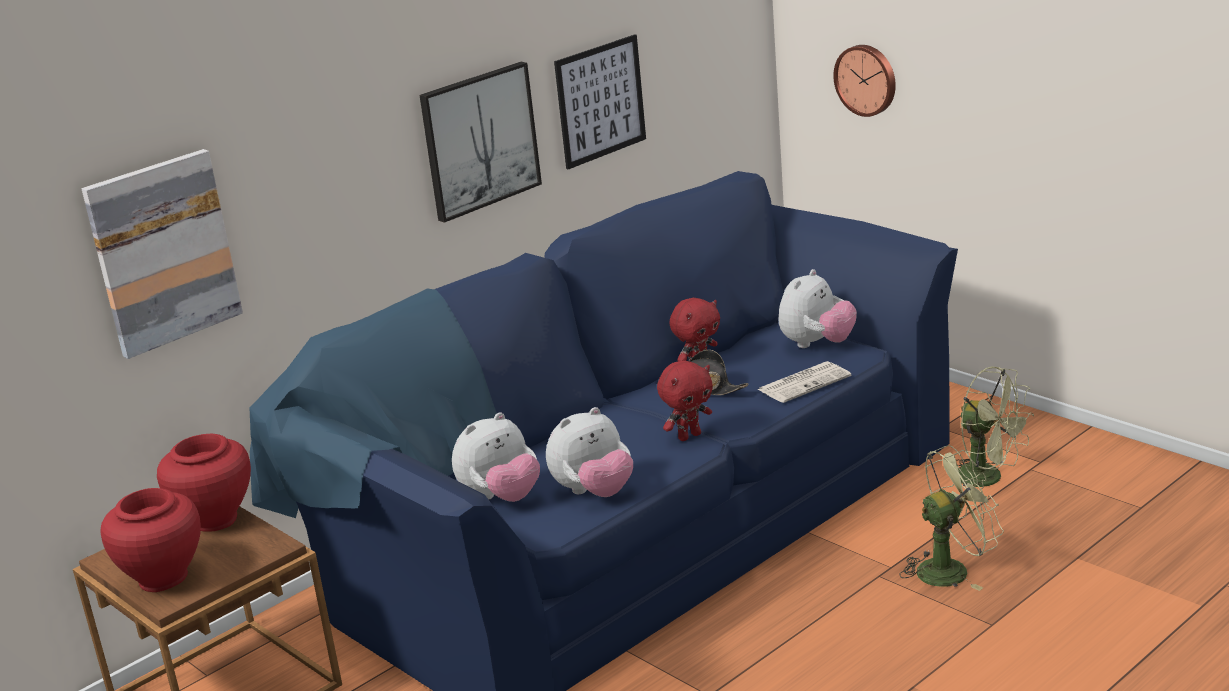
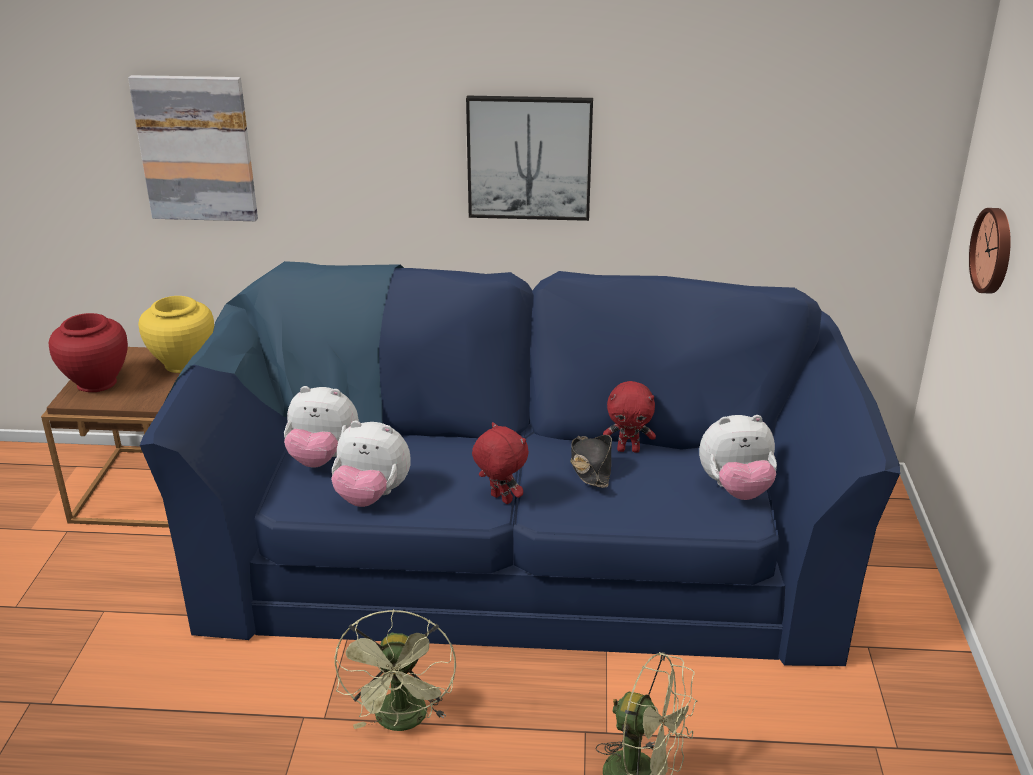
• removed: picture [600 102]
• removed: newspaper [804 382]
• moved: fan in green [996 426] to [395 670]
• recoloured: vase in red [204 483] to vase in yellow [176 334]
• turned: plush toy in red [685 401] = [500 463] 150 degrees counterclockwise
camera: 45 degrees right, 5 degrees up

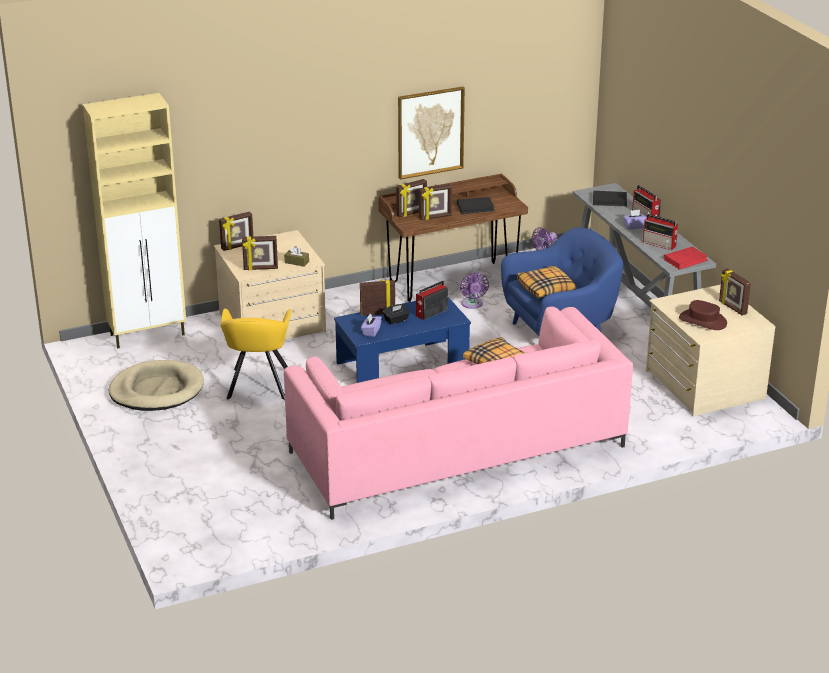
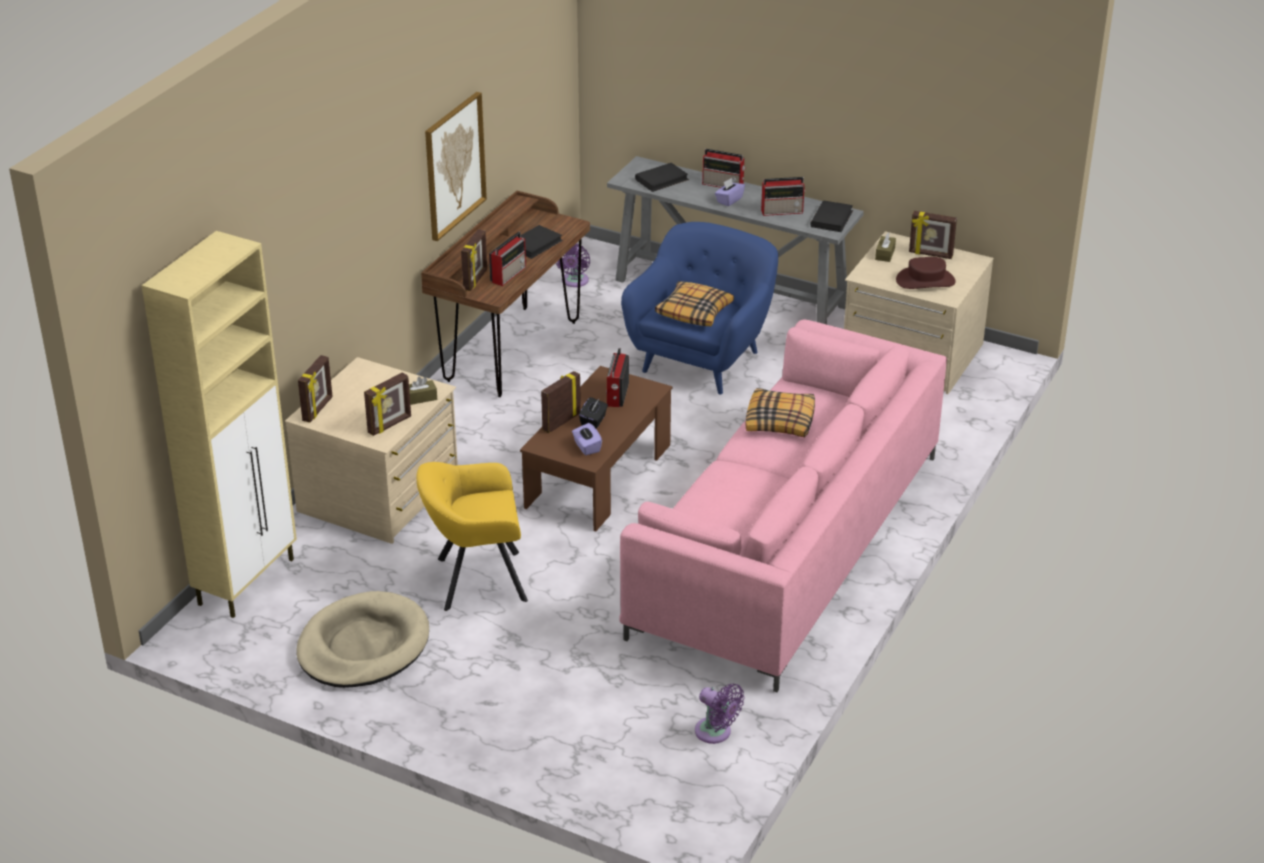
• added: tissue box in brown [885 247]
• moved: fan in purple [474 291] to [719 714]
• replaced: picture frame [435 202] to radio [507 259]
• recoloured: coffee table in blue [402 340] to coffee table in brown [596 449]
• recoloured: book in red [685 258] to book in black [831 216]
• turned: armchair in yellow [255 354] = [472 536] 120 degrees clockwise
camera: 40 degrees left, 5 degrees up

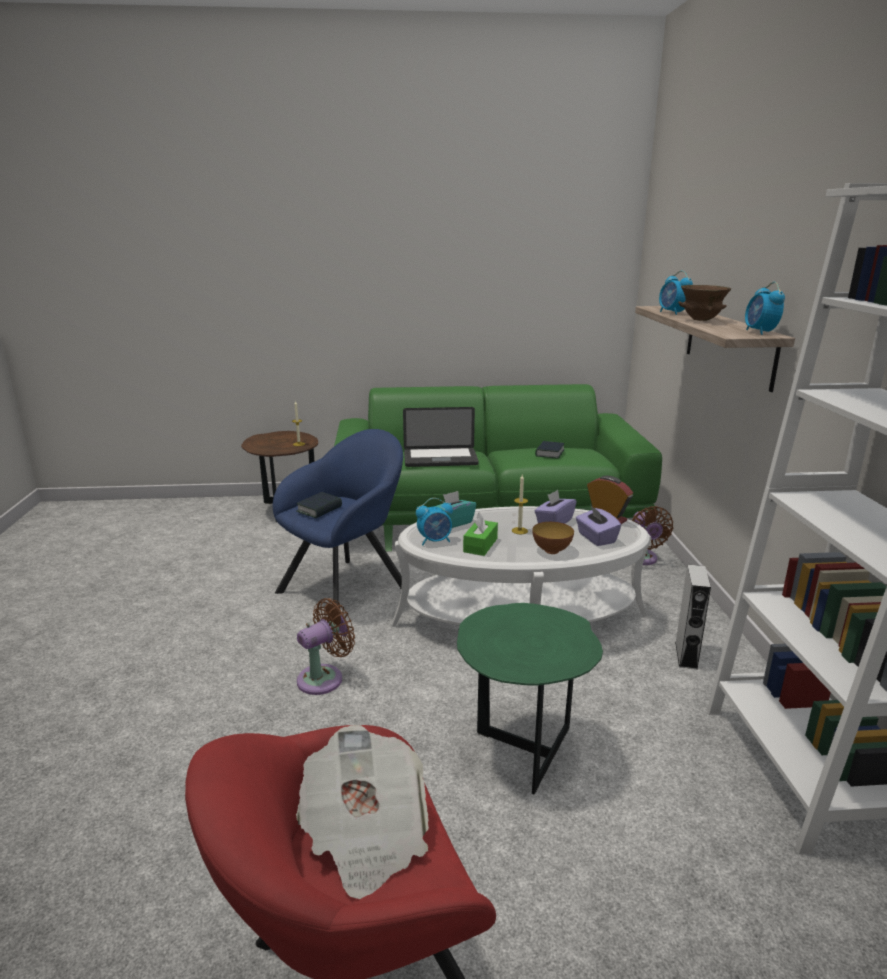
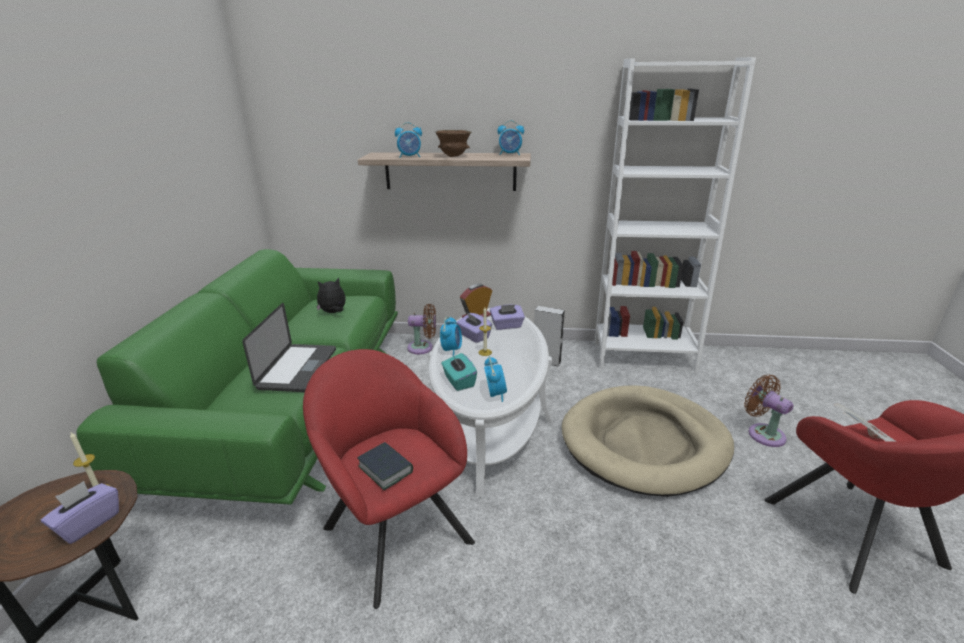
• removed: tissue box in green [480 534]
• removed: bowl [553 538]
• added: tissue box in purple [80 512]
• added: alarm clock [451 336]
• moved: fan in brown [326 646] to [769 410]
• replaced: side table in green [530 699] to dog bed in beige [648 441]
• replaced: book [550 450] to plush toy [331 295]
• recoloured: armchair in blue [338 520] to armchair in red [389 479]
camera: 80 degrees left, 5 degrees up

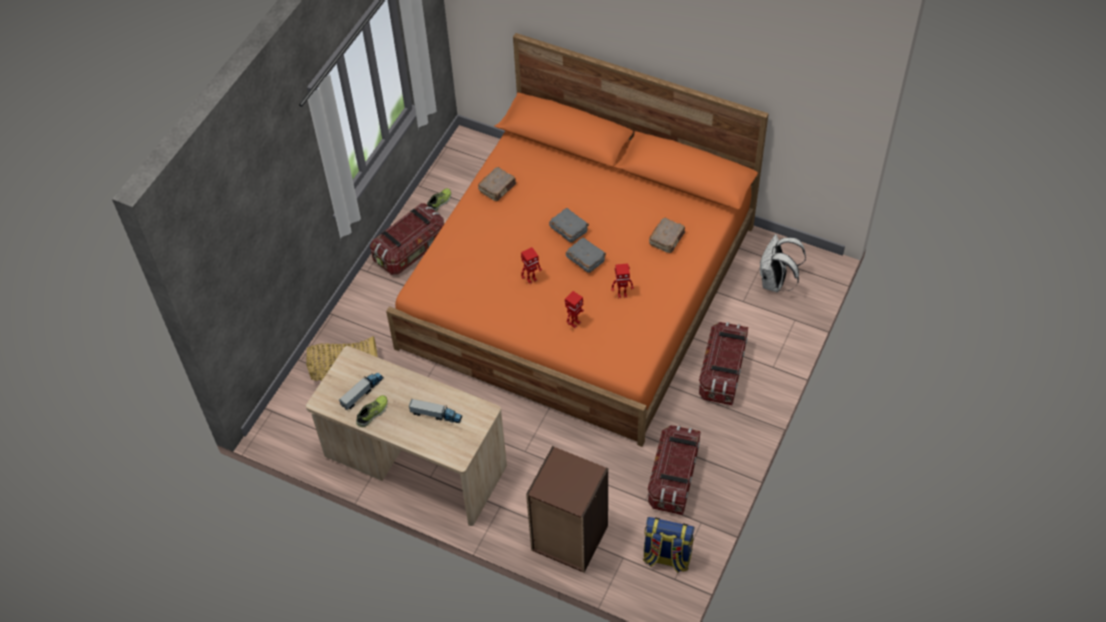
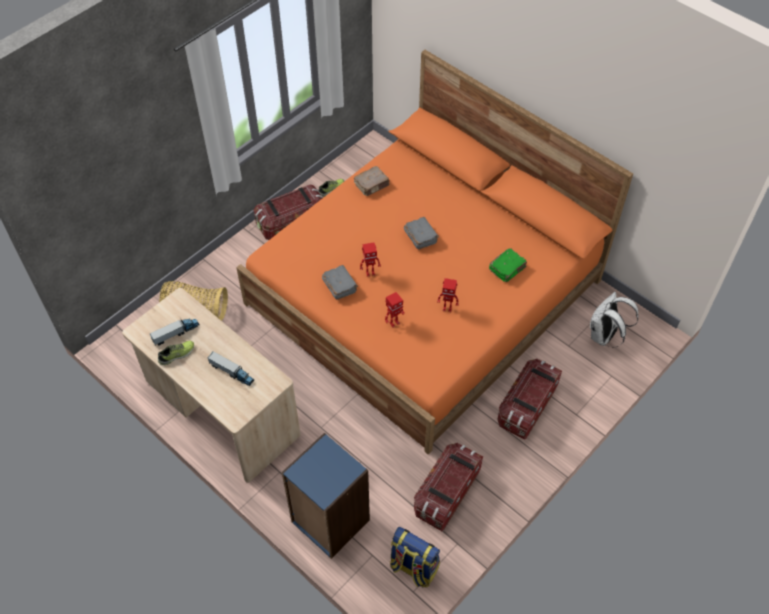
• moved: book in grey [586 255] to [340 282]
• recoloured: bookcase in brown [567 509] to bookcase in blue [326 496]
• recoloured: book in brown [667 235] to book in green [508 265]
camera: 15 degrees right, 0 degrees up

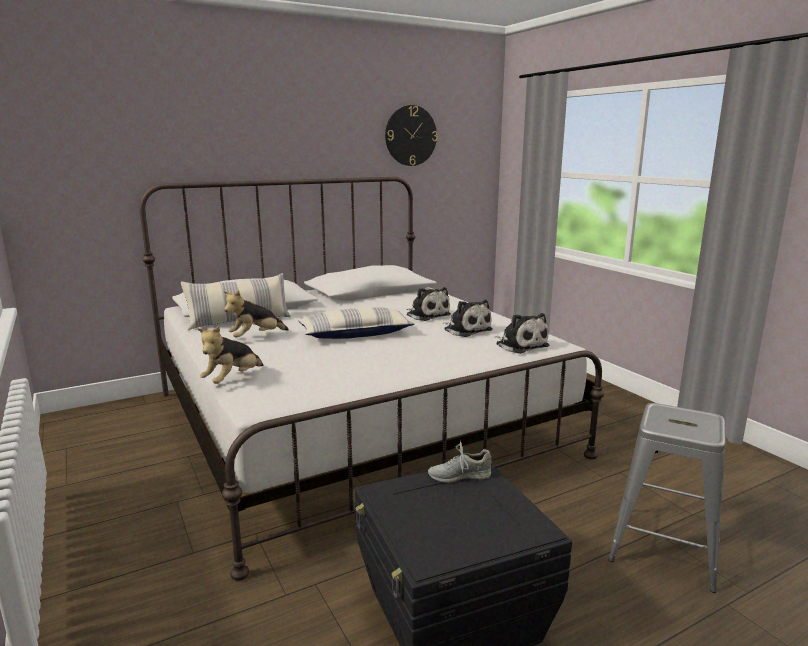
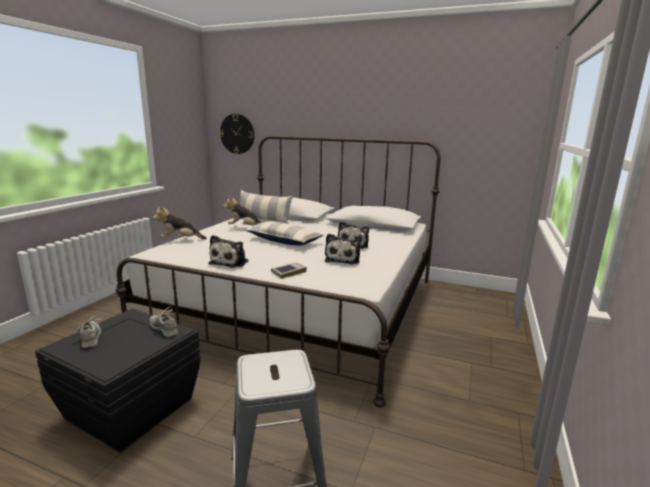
• added: shoe in grey [89 331]
• added: book [289 270]
• moved: wall clock [411 135] to [237 134]
• moved: plush toy [522 333] to [228 251]
camera: 50 degrees right, 0 degrees up

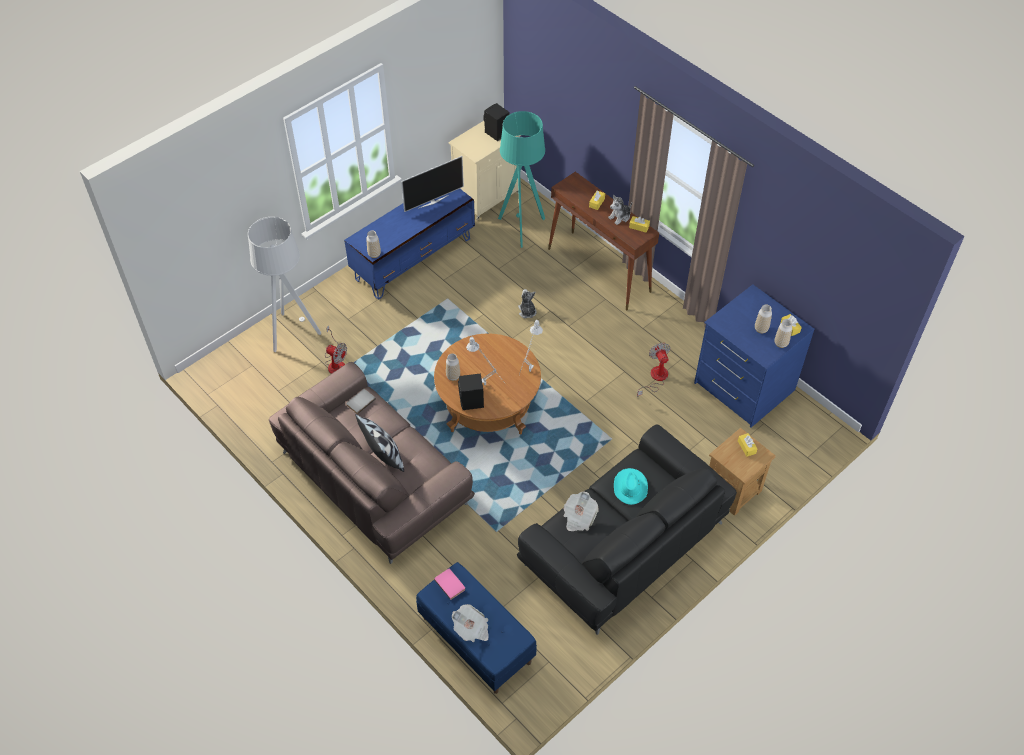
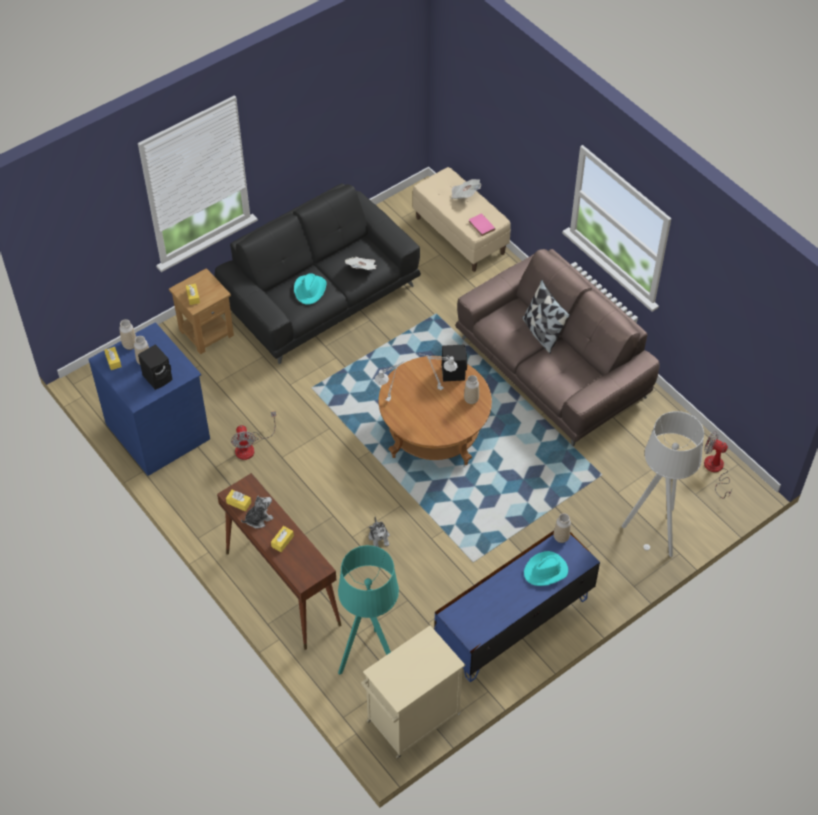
• removed: book in grey [361 402]
• removed: television [432 184]
• added: hat in turquoise [546 568]
• moved: fan [336 349] to [718 465]
• moved: speaker in black [496 122] to [155 367]
• recoloured: bench in blue [476 628] to bench in beige [461 219]
camera: 175 degrees left, 0 degrees up

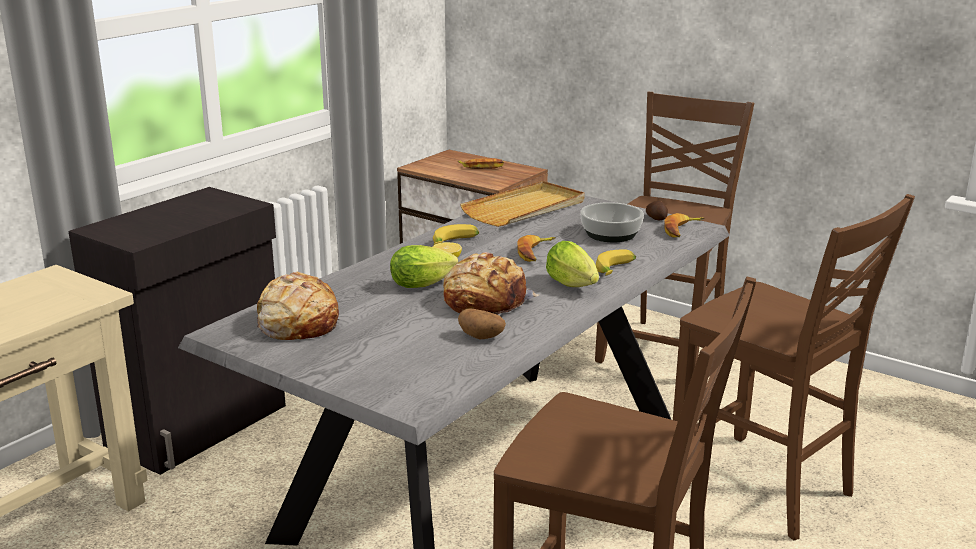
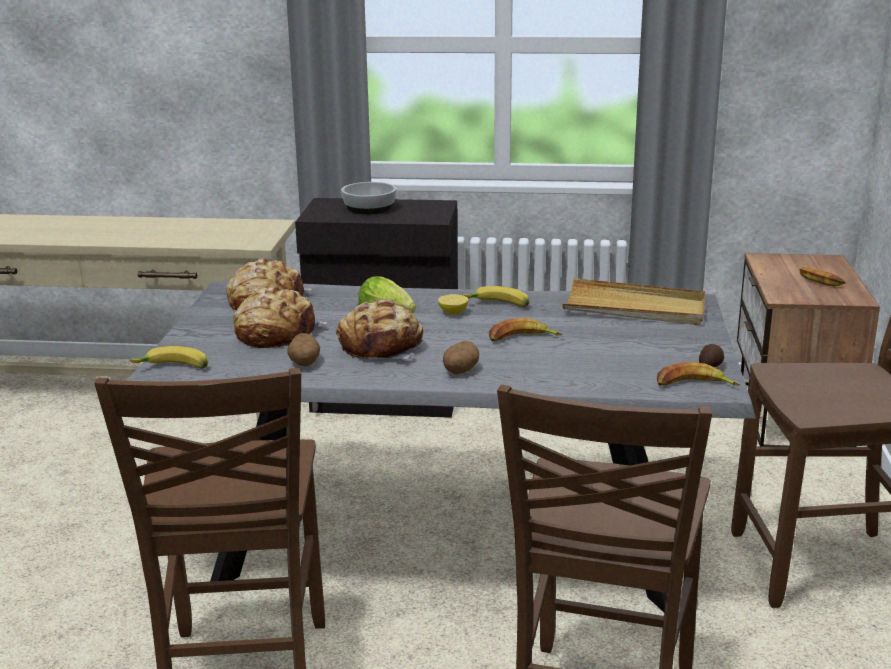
• added: bread [280 317]
• moved: bowl [612 222] to [368 198]
• moved: banana [616 262] to [169 357]
• replaced: lettuce [572 264] to potato [461 357]
camera: 60 degrees right, 0 degrees up

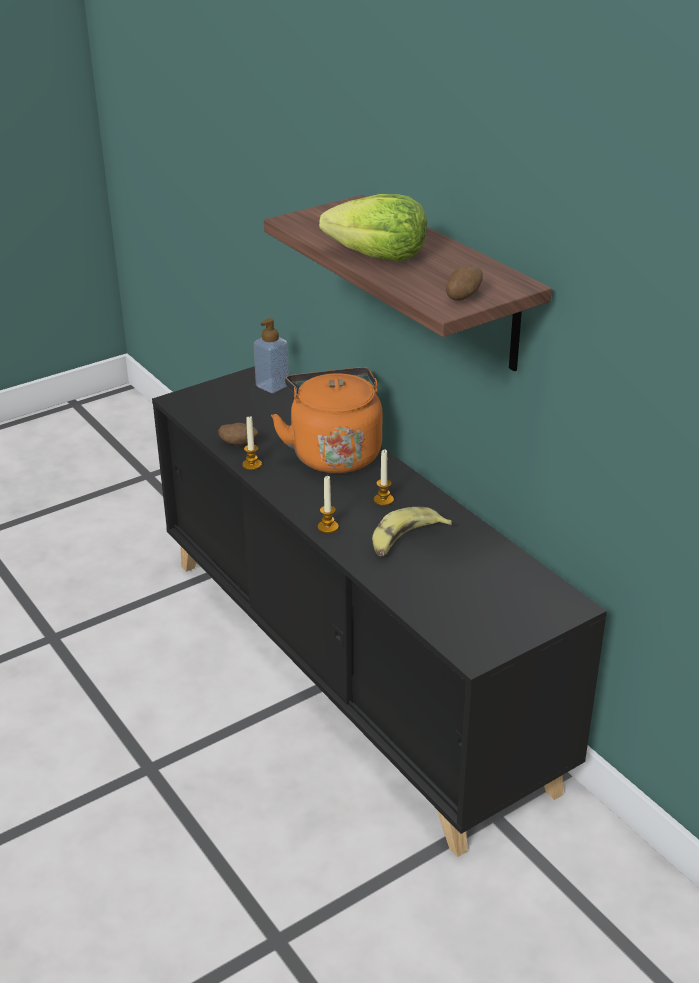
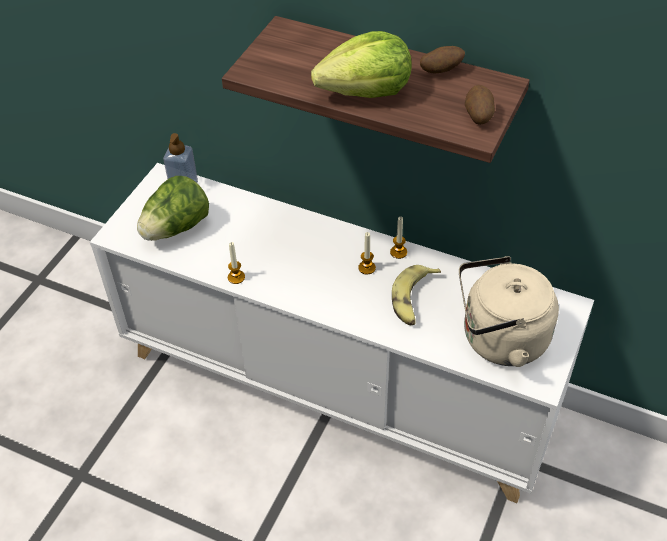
• removed: kettle in orange [326 420]
• added: lettuce [173 208]
• added: kettle in beige [509 311]
• moved: potato [238 434] to [442 59]
• moved: candle [328 504] to [398 237]
• recoloured: cabinet in black [379 611] to cabinet in white [342 333]
camera: 30 degrees left, 15 degrees up

